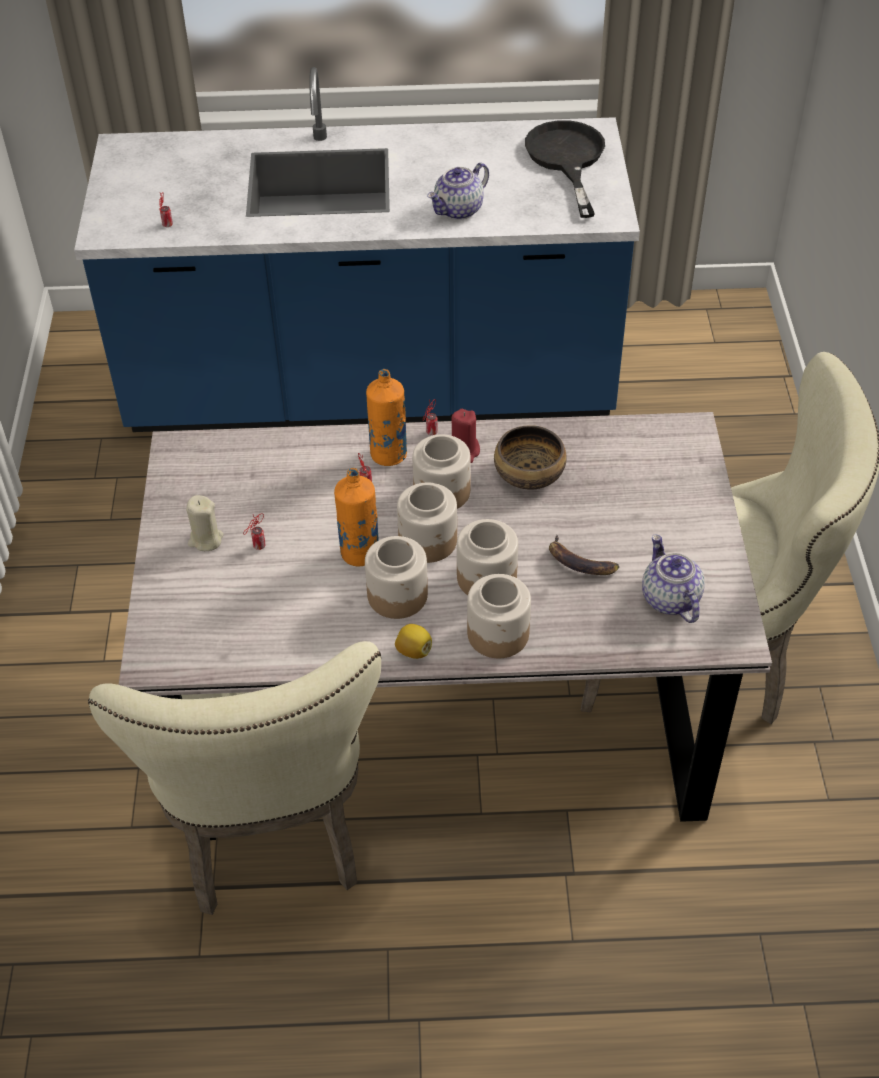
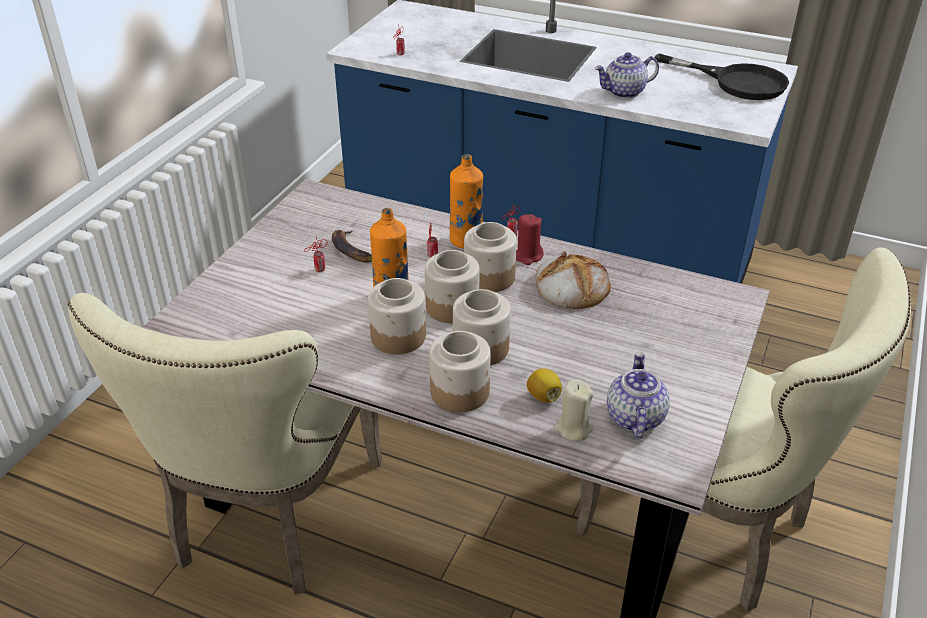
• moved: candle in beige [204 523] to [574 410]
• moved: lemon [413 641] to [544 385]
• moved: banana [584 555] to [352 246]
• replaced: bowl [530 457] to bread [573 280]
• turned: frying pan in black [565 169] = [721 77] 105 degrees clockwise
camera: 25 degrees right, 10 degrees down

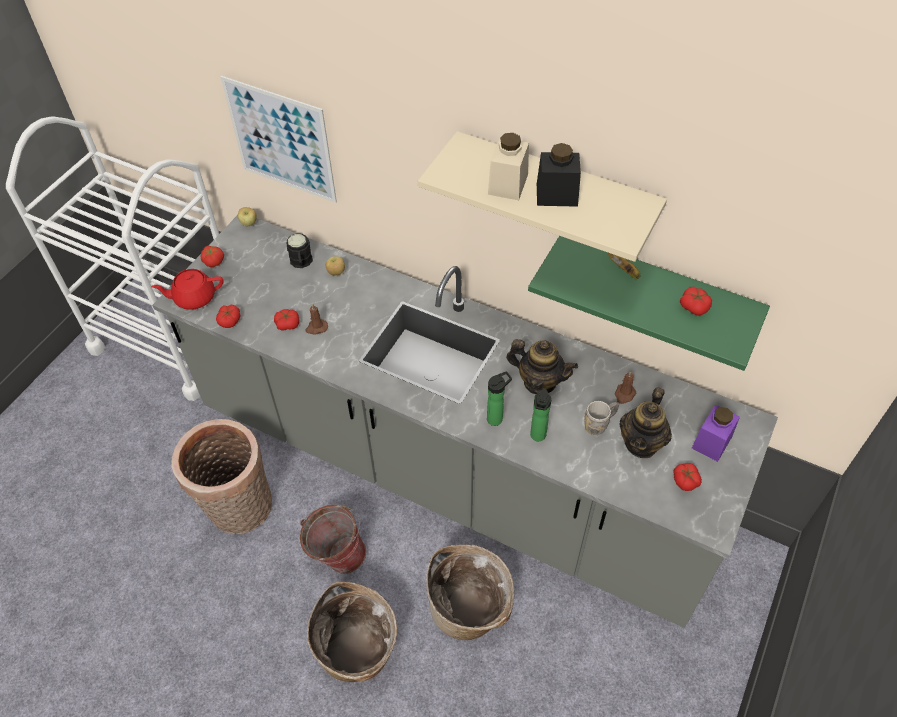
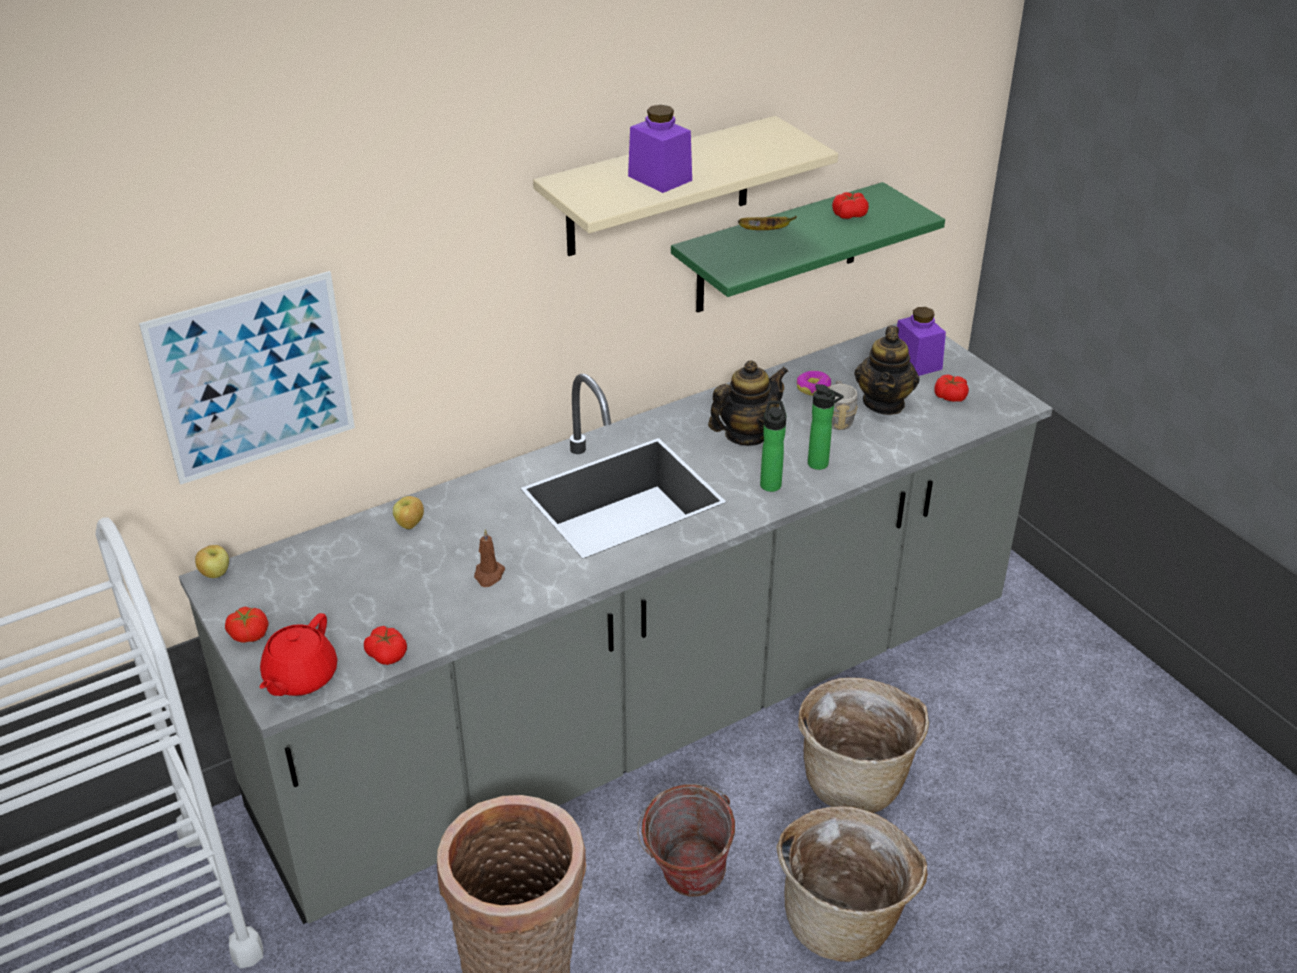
• removed: tomato [286 319]
• removed: mug in black [300 250]
• removed: jar in black [559 175]
• replaced: candle in brown [626 387] to donut [814 383]
• recoloured: jar in beige [508 166] to jar in purple [660 149]
• turned: teapot [645 422] = [887 370] 45 degrees clockwise
camera: 60 degrees left, 15 degrees down

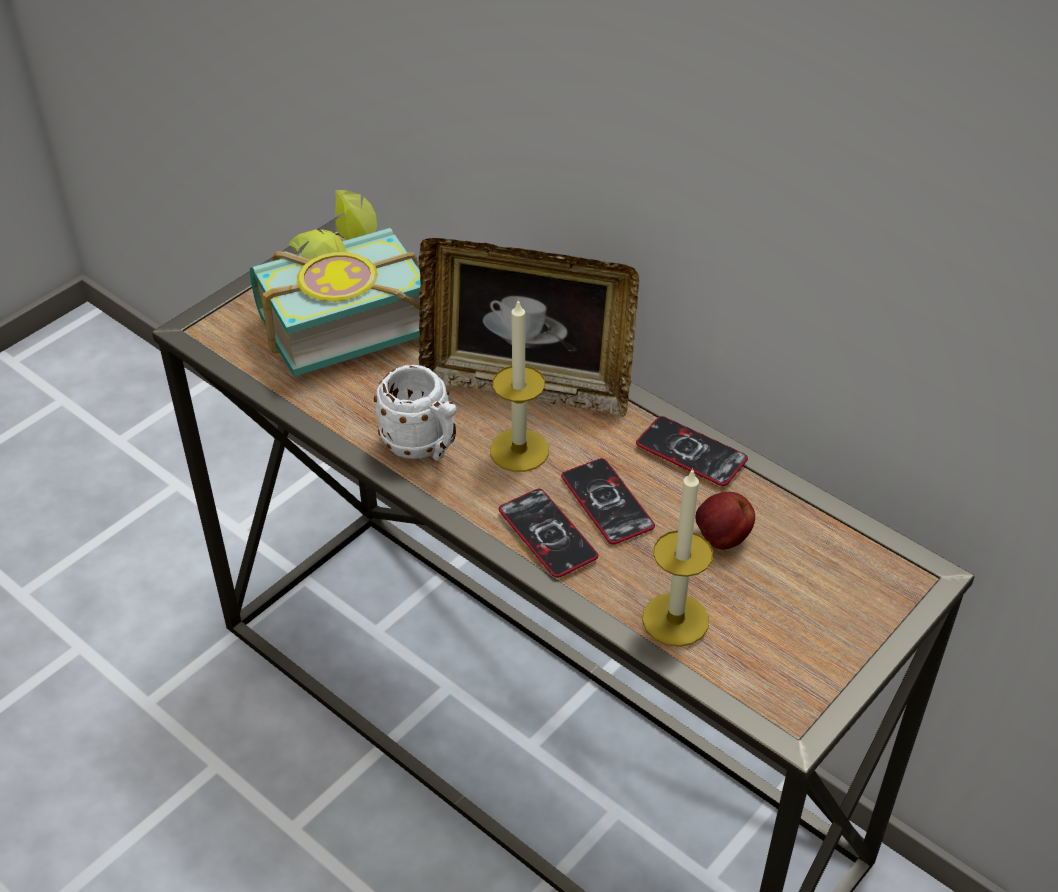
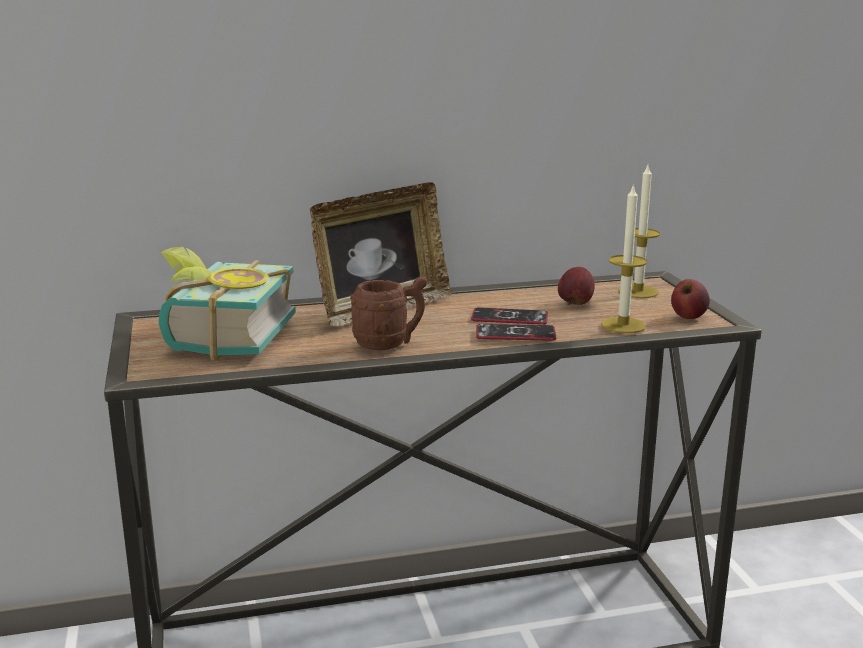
• removed: phone [692 451]
• added: apple [690 299]
• moved: candle [519 385] to [639 231]
• recoloured: mug in white [415 413] to mug in brown [388 313]
camera: 55 degrees left, 25 degrees down

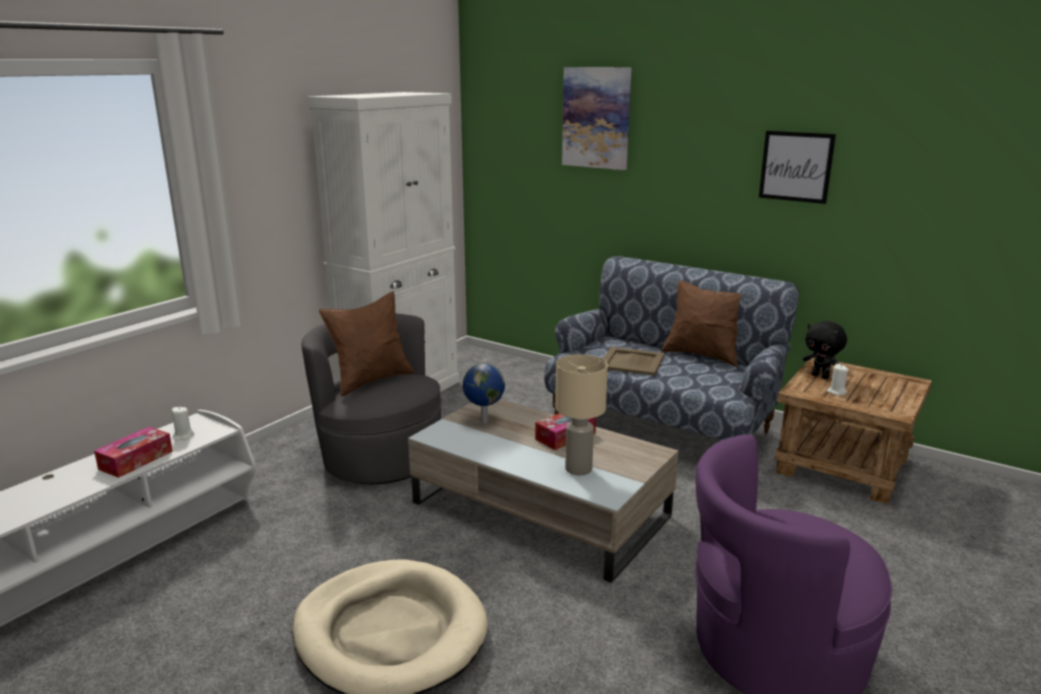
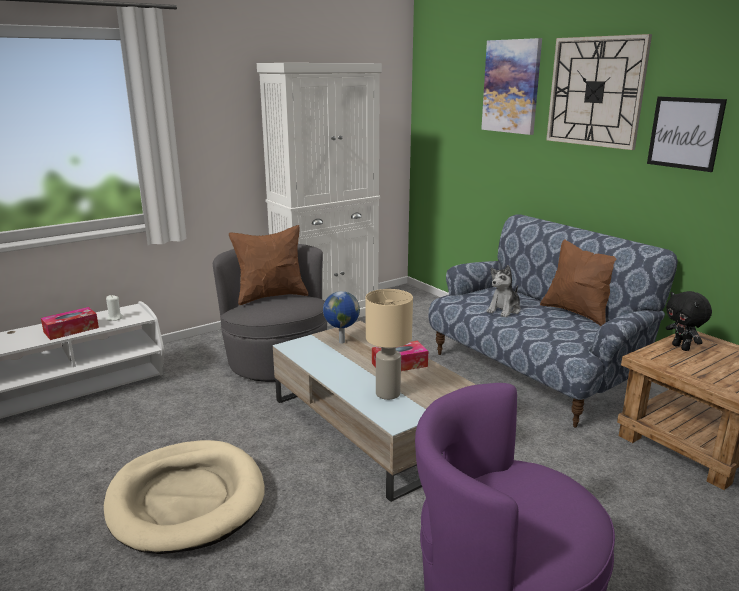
• removed: candle in white [838 379]
• added: wall clock [599 92]
• replaced: tray in beige [634 361] to plush toy [503 291]
camera: 20 degrees right, 0 degrees up

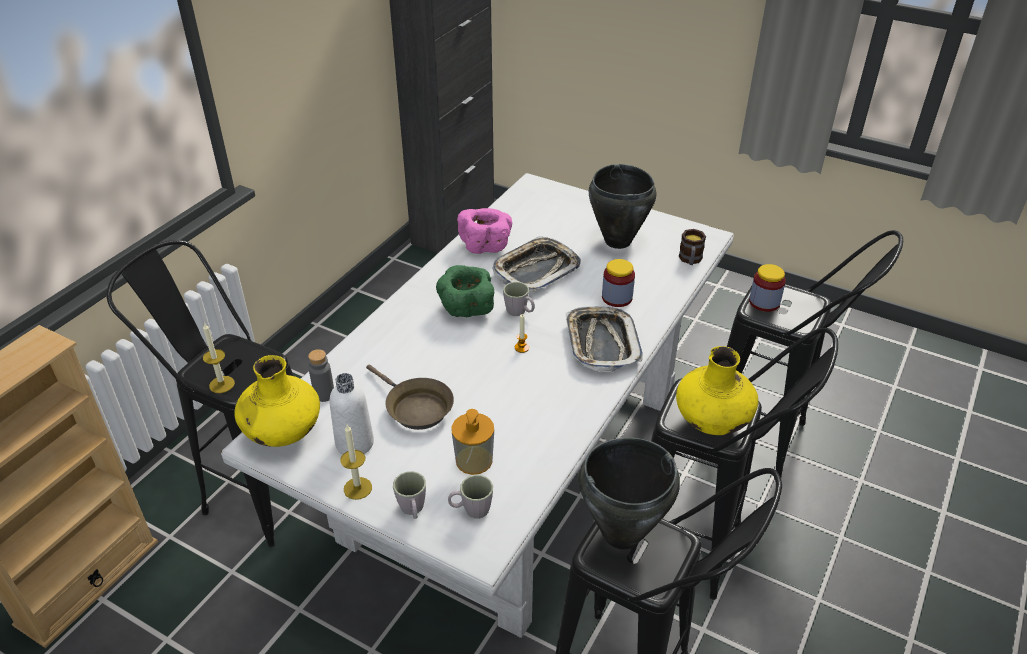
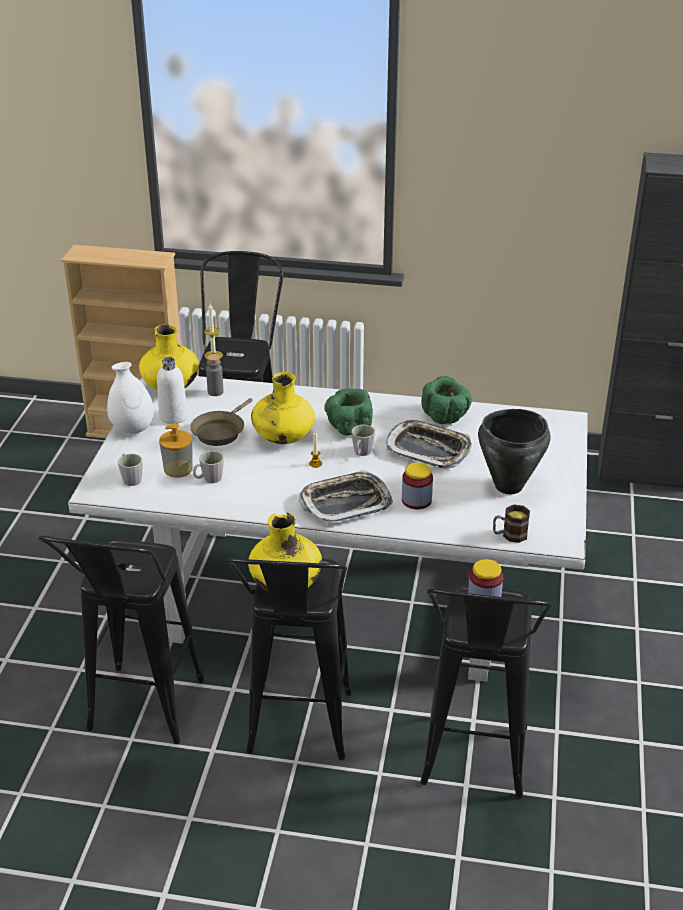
• removed: cooking pot in black [629 493]
• added: vase in yellow [283 408]
• moved: mug in grey [409 495] to [208 467]
• replaced: candle [356 462] to vase in white [130 398]
• recoloured: bowl in pink [484 231] to bowl in green [446 400]
camera: 70 degrees right, 5 degrees down

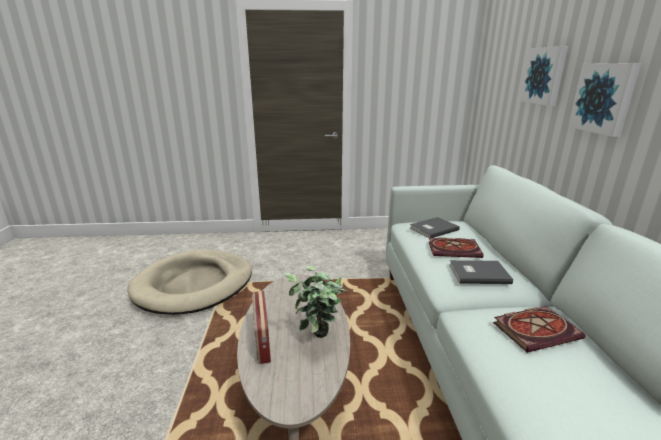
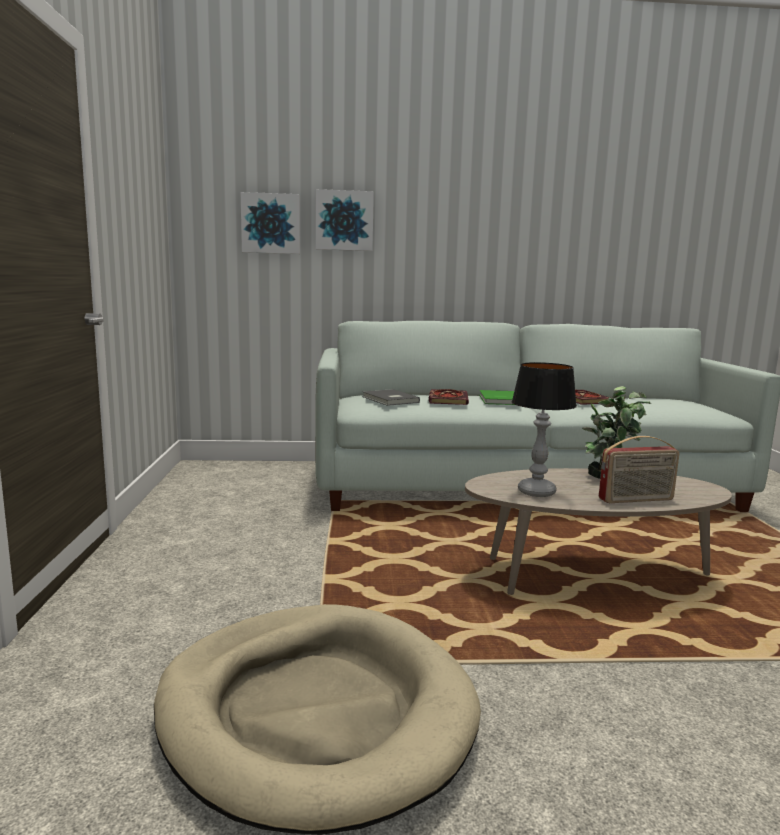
• added: table lamp [544 429]
• moved: picture [604 100] to [270 223]
• recoloured: book in grey [481 272] to book in green [497 397]
camera: 90 degrees left, 10 degrees down

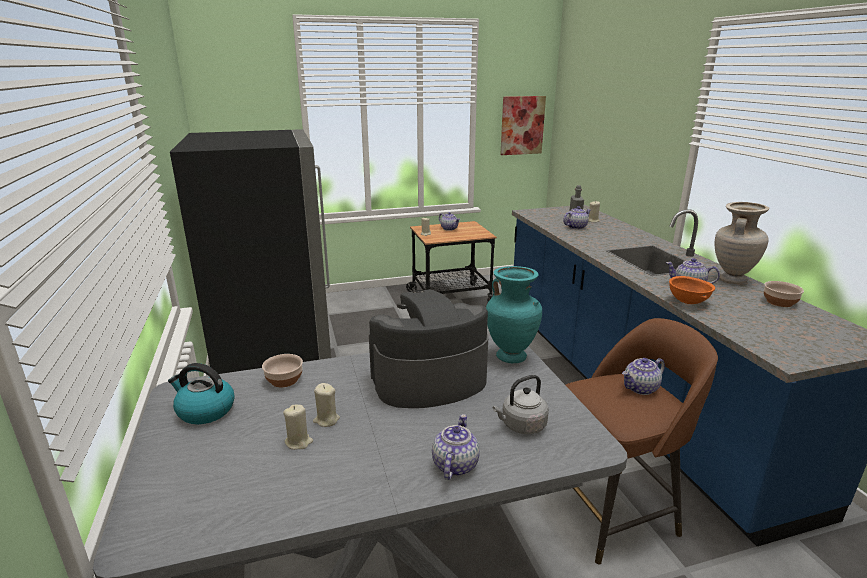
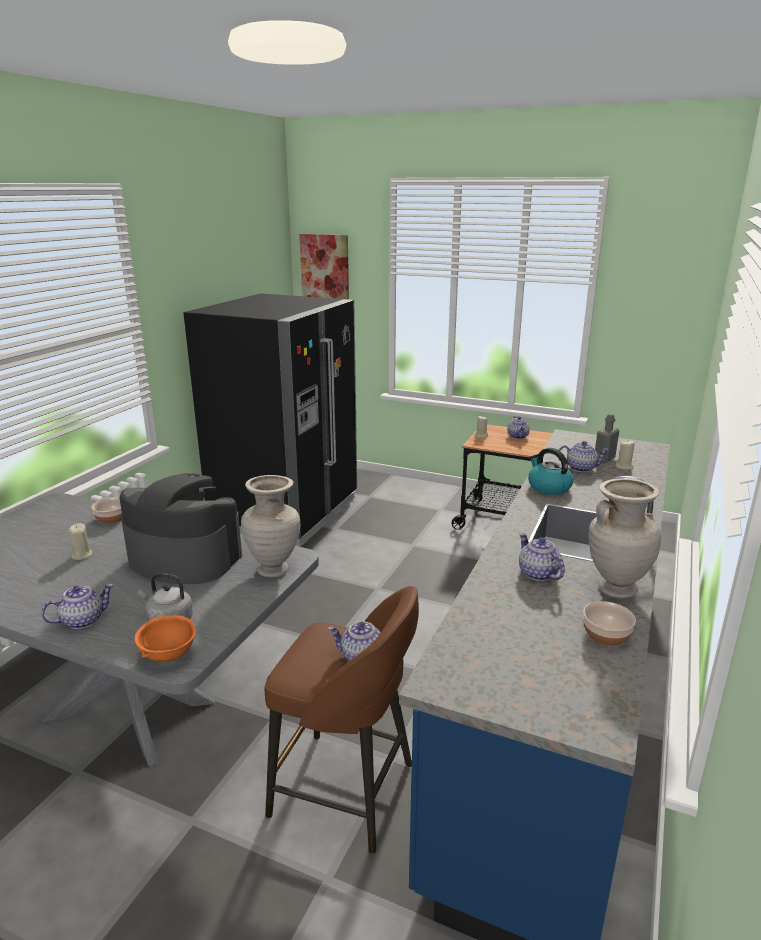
• removed: candle in beige [298 427]
• moved: kettle [201 393] to [550 471]
• moved: picture [523 125] to [324 267]
• moved: bowl in orange [692 290] to [165 638]
• recoloured: vase in turquoise [514 314] to vase in beige [270 526]
camera: 40 degrees right, 0 degrees up

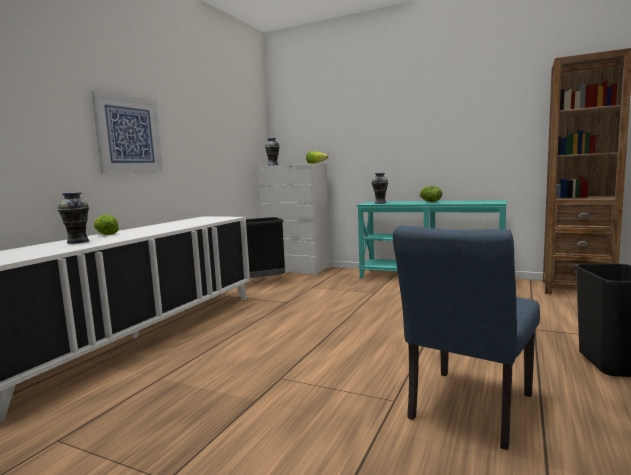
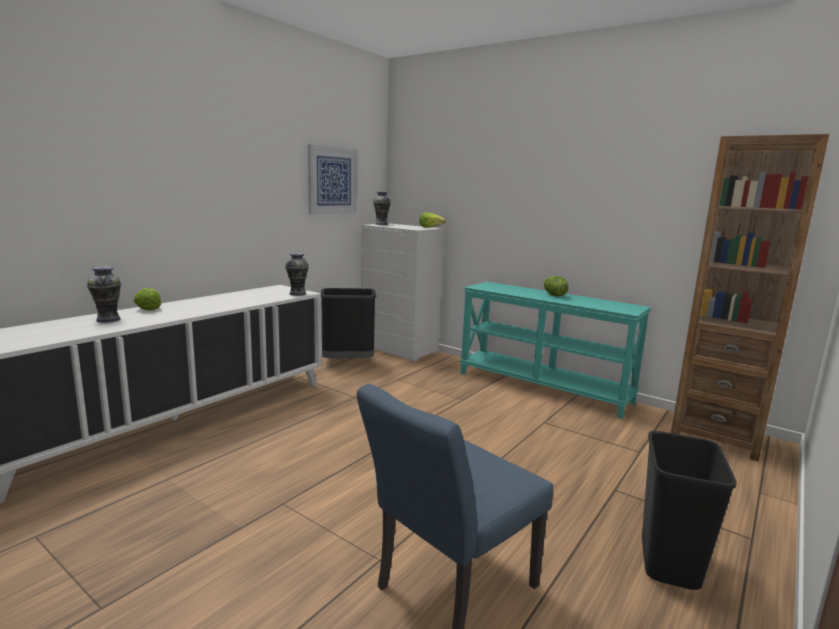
• moved: picture [127 132] to [332 179]
• moved: vase [379 188] to [297 274]
camera: 10 degrees right, 5 degrees up

